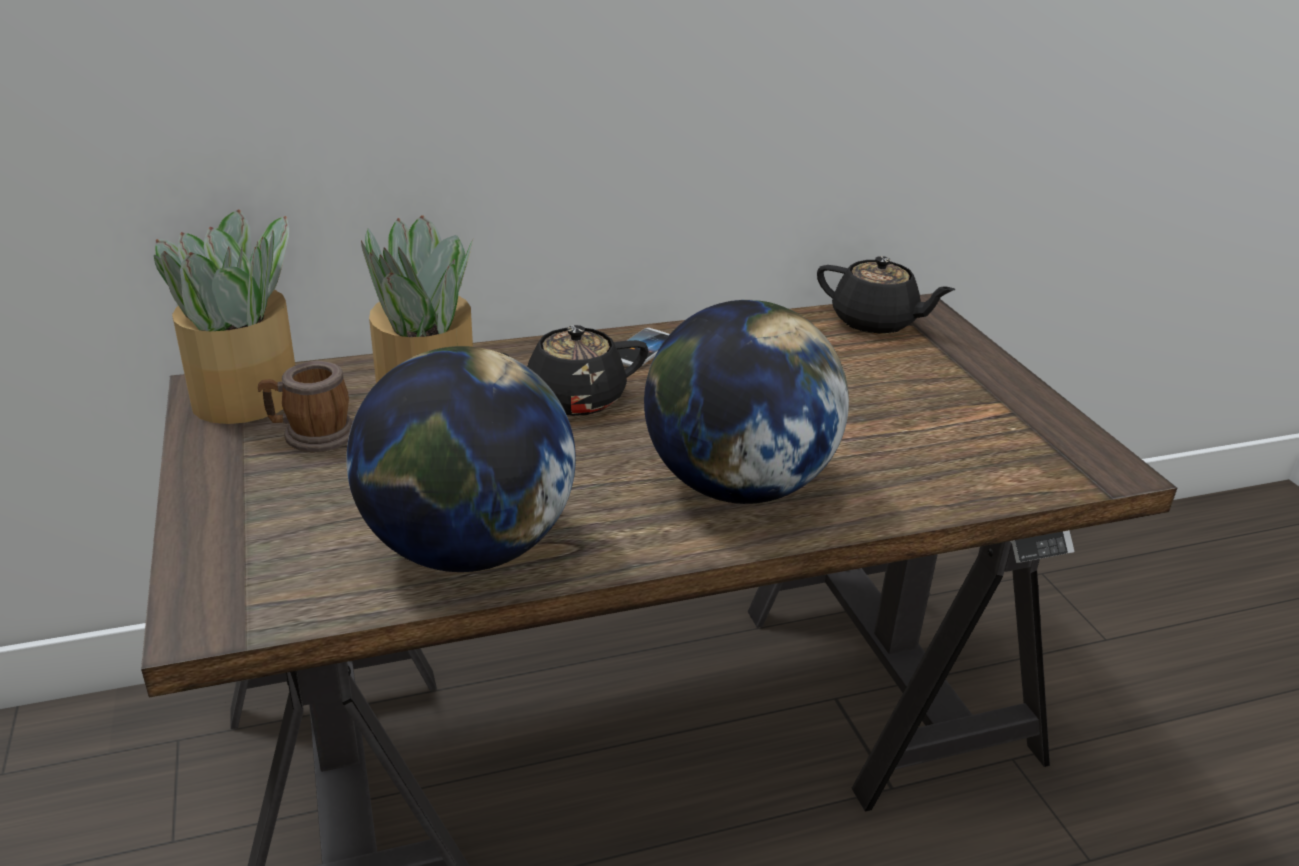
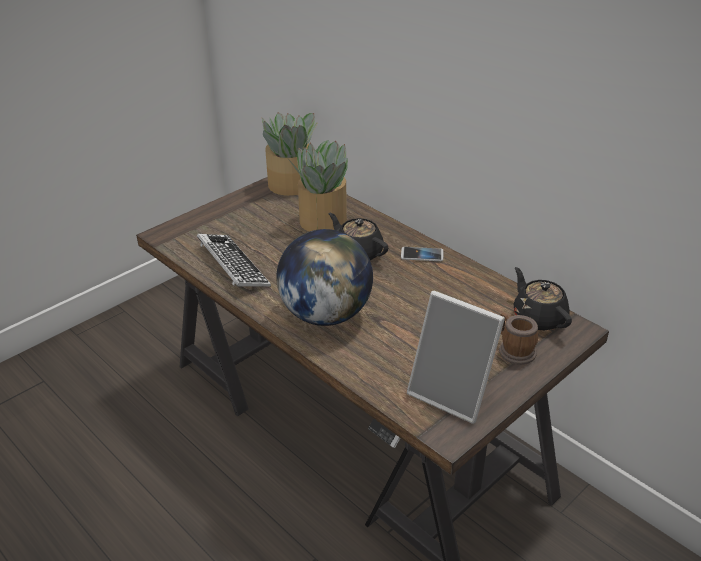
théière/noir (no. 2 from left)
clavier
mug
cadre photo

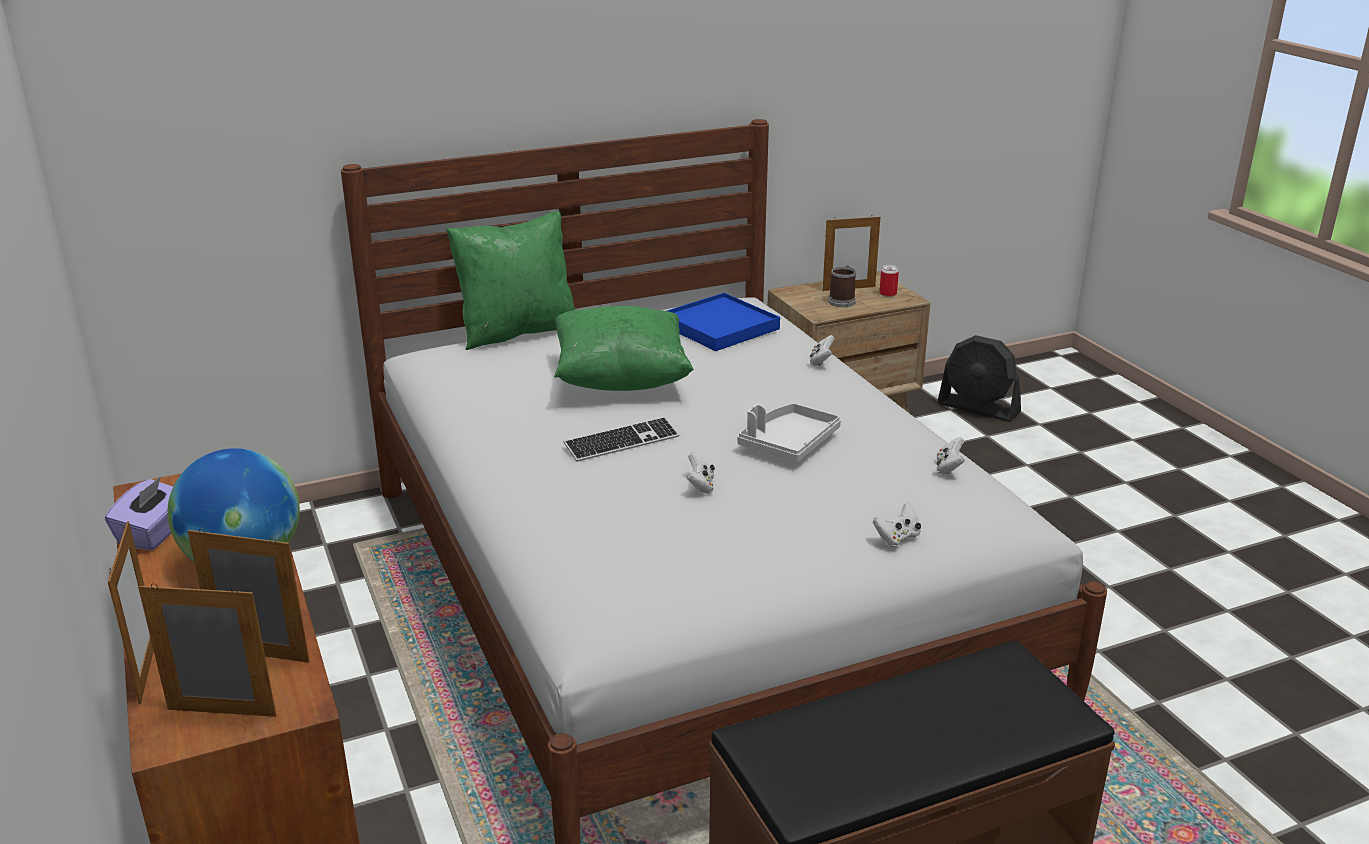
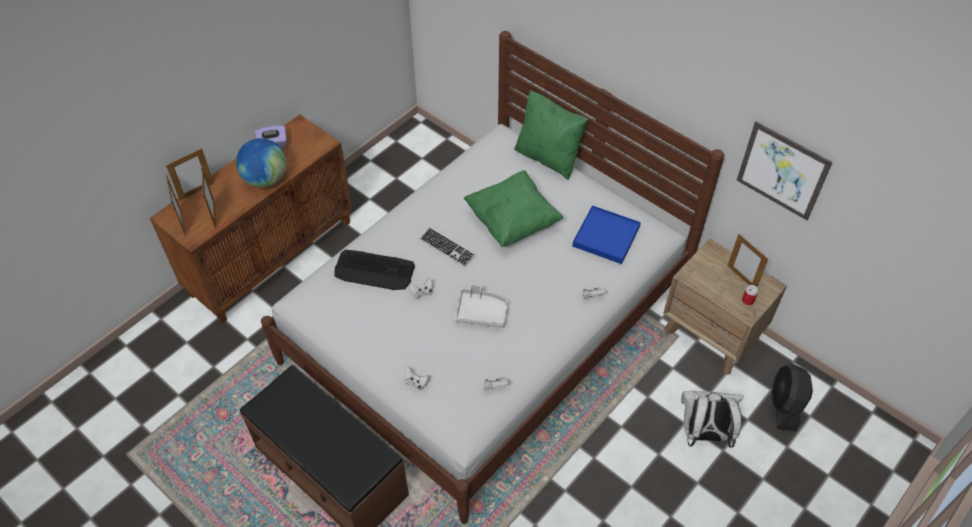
mug
tableau
clavier (no. 1 from left)
sac à dos/blanc

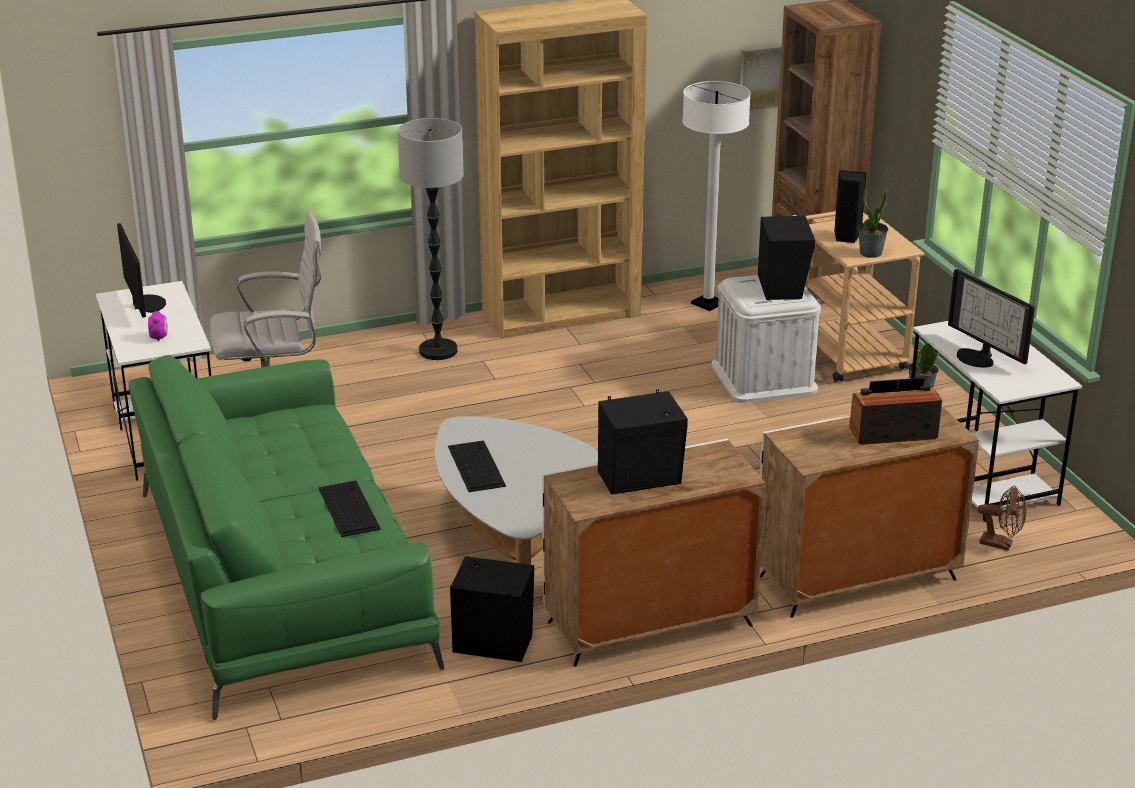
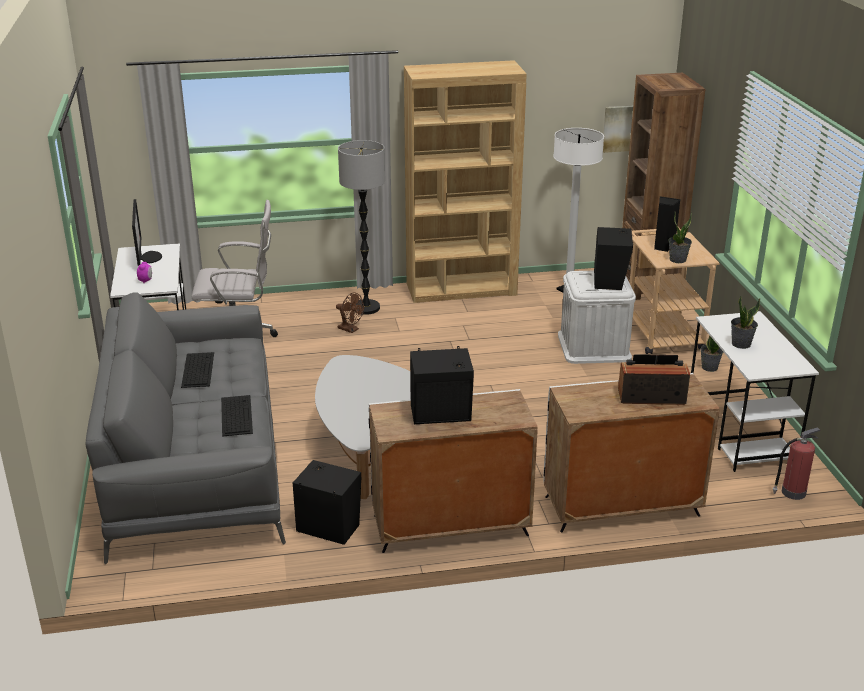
plante en pot (no. 3 from left)
canapé/gris
clavier (no. 1 from left)
ventilateur/marron
extincteur

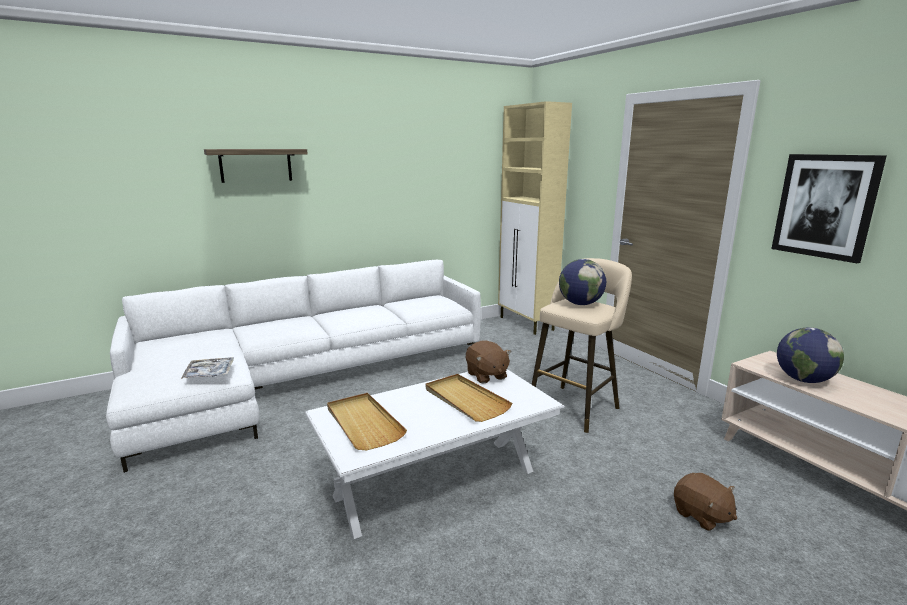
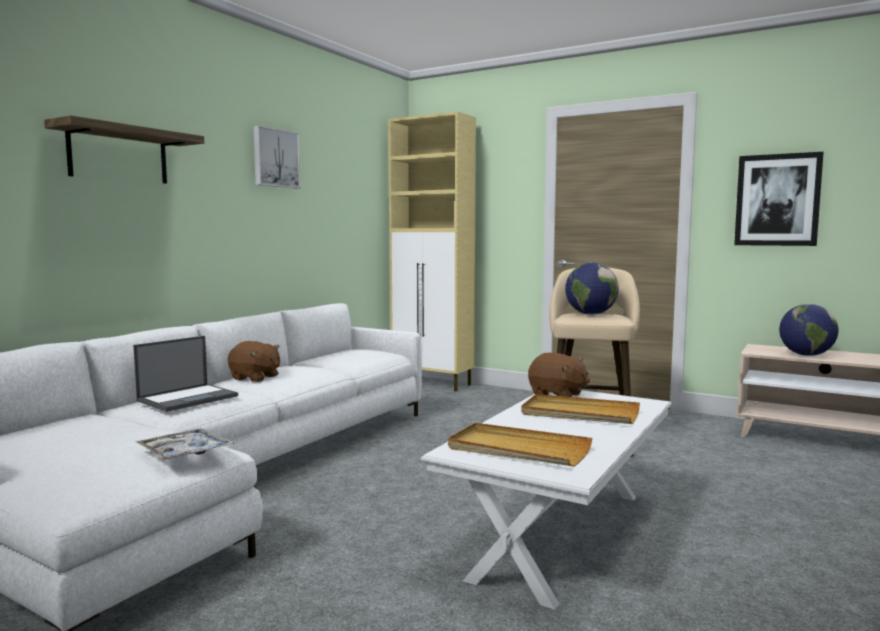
peluche/marron (no. 1 from left)
tableau (no. 1 from left)
ordinateur portable

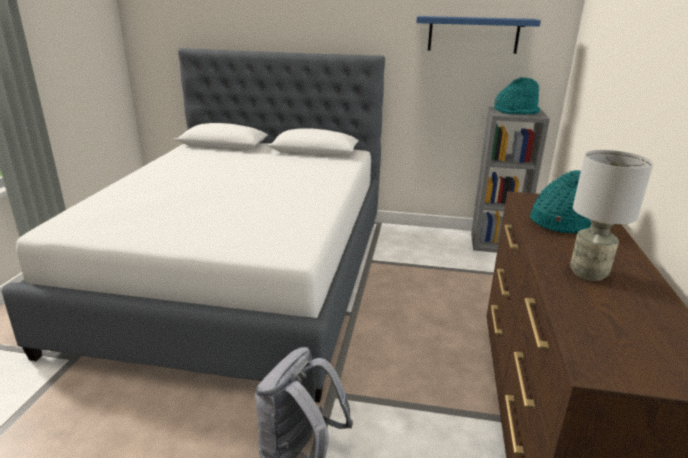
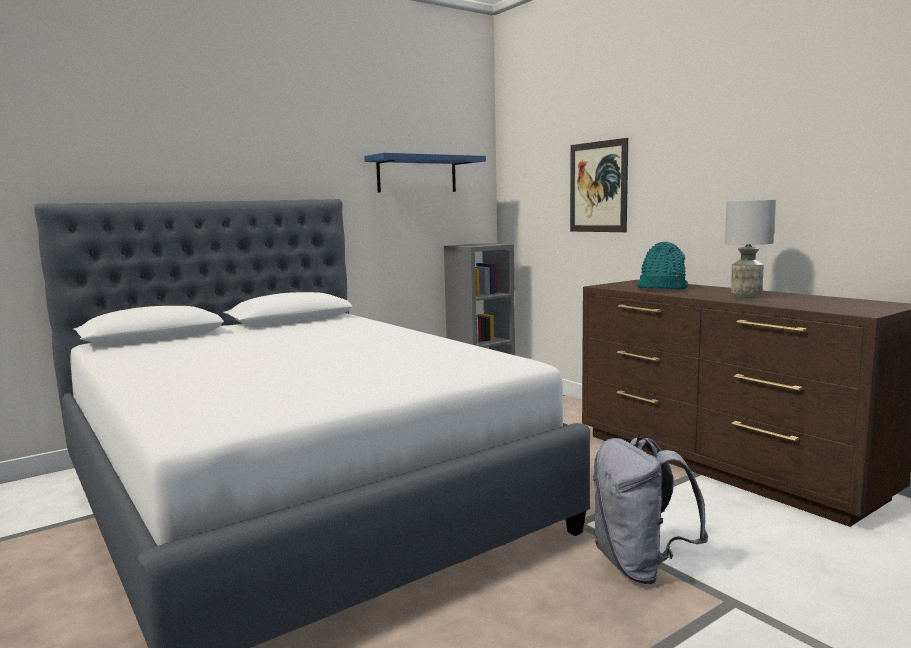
chapeau/turquoise (no. 1 from left in the first image)
tableau

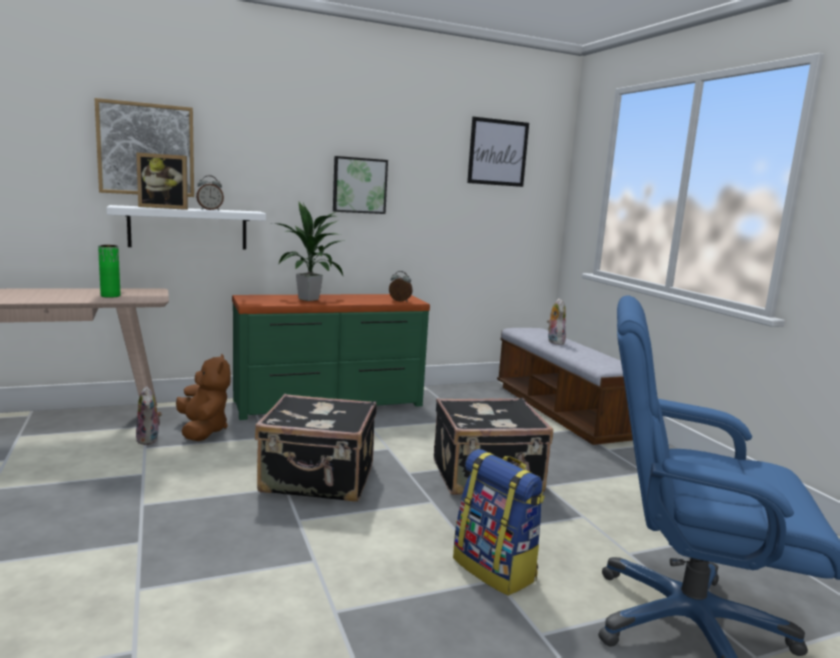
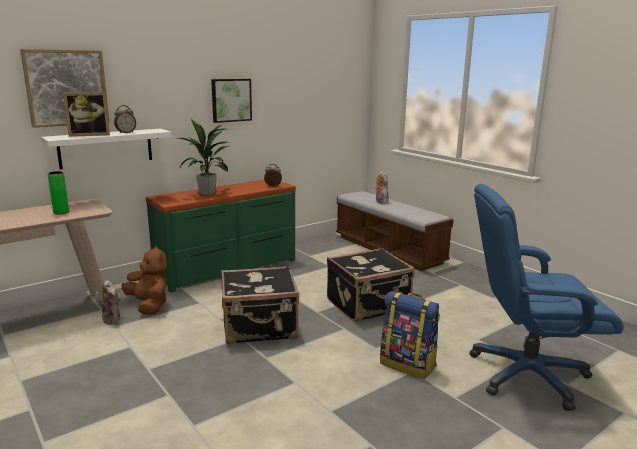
tableau (no. 3 from left in the first image)

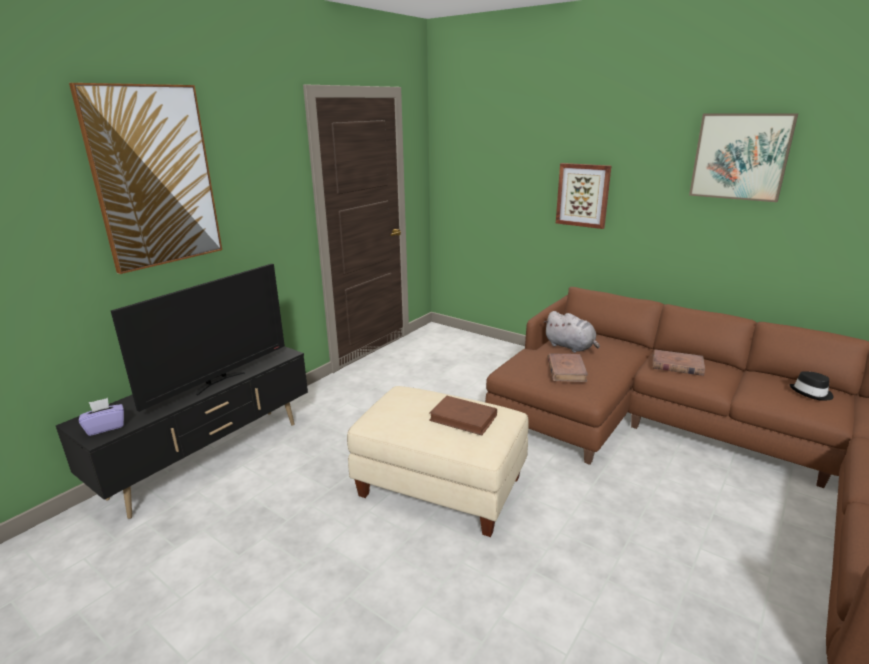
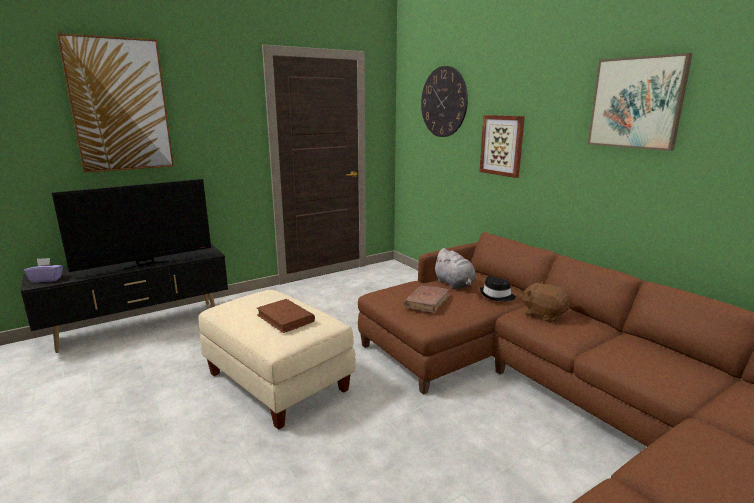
peluche/marron
chapeau/noir
horloge murale

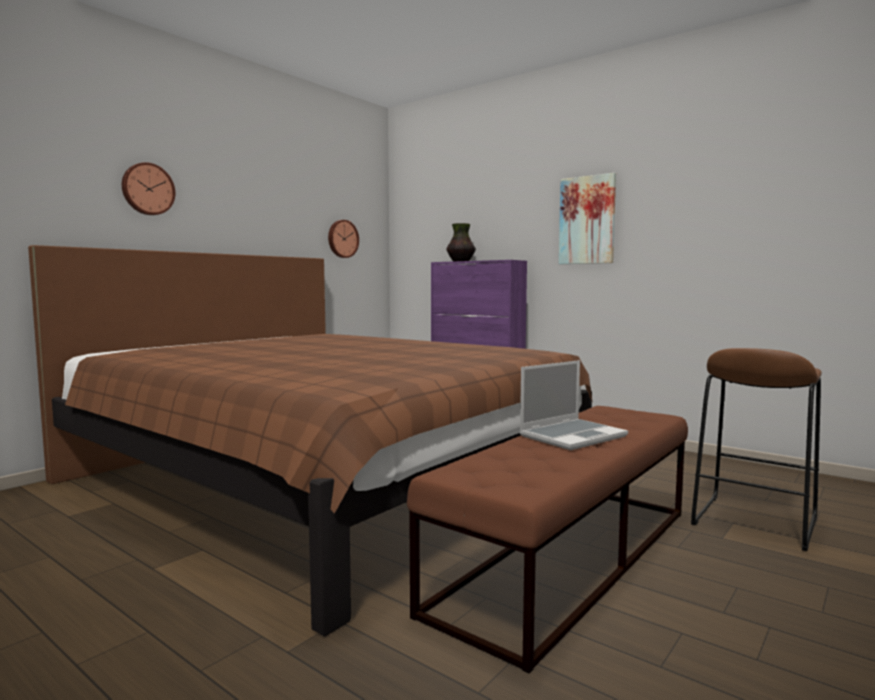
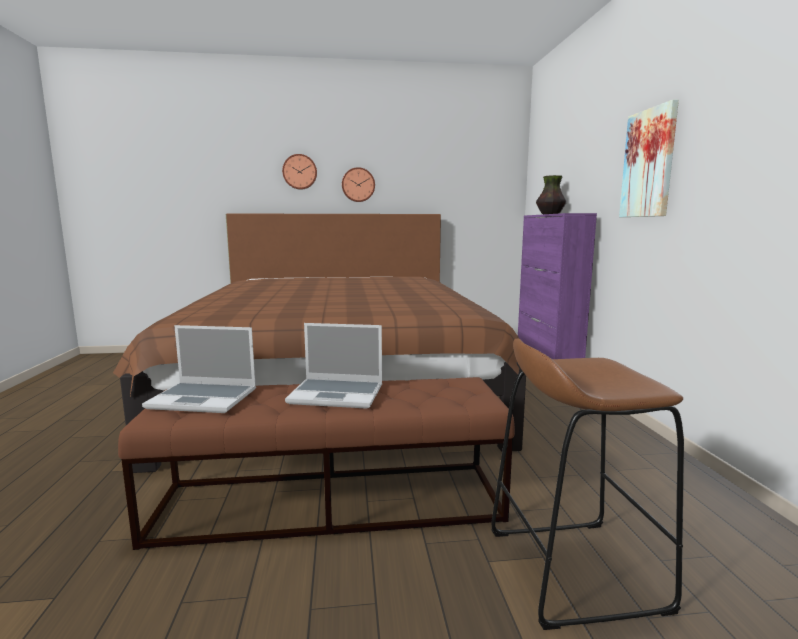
horloge murale (no. 2 from left)
ordinateur portable (no. 1 from left)

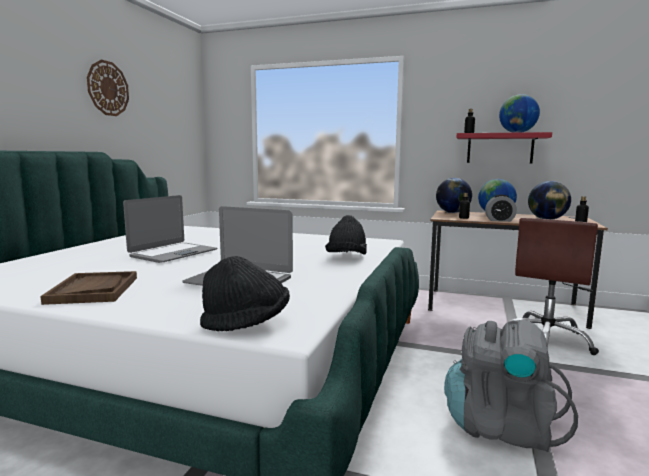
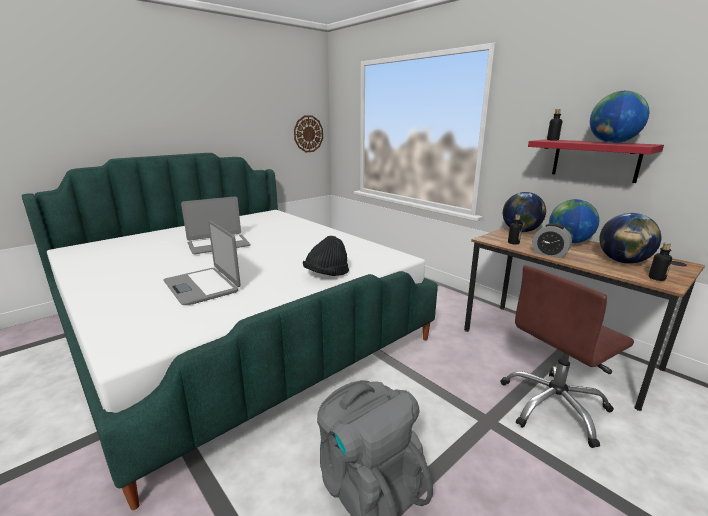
horloge murale
chapeau/noir (no. 1 from left in the first image)
plateau/marron

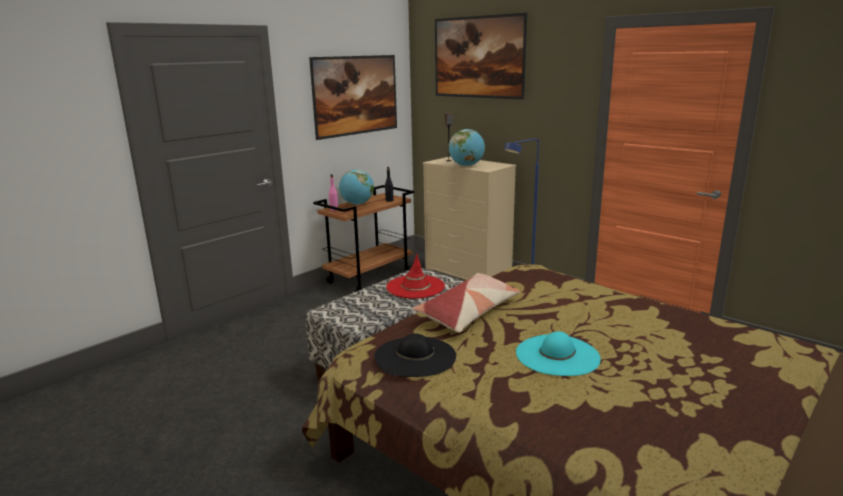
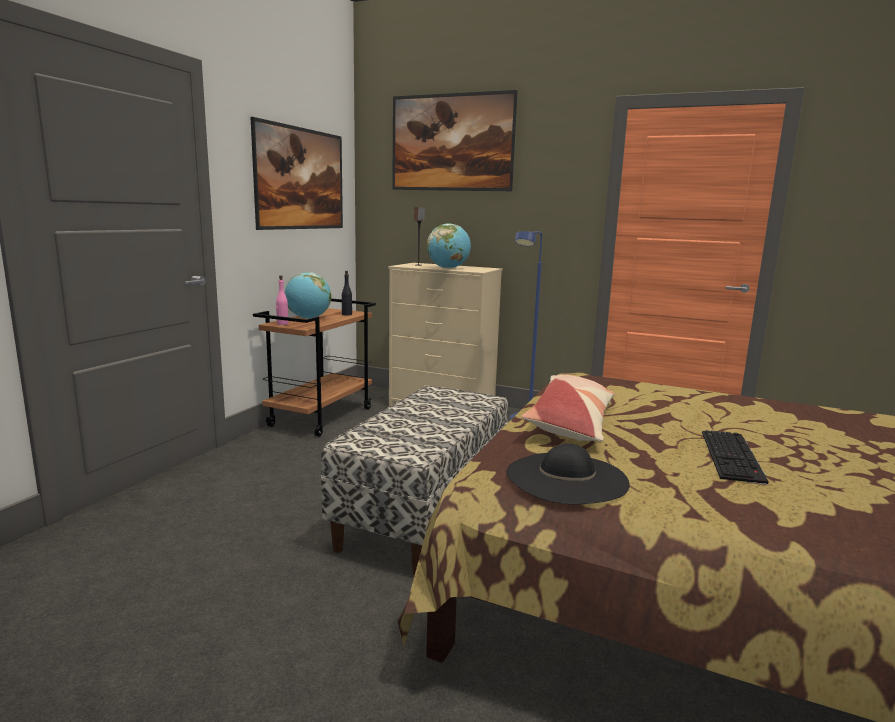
chapeau/rouge
clavier

